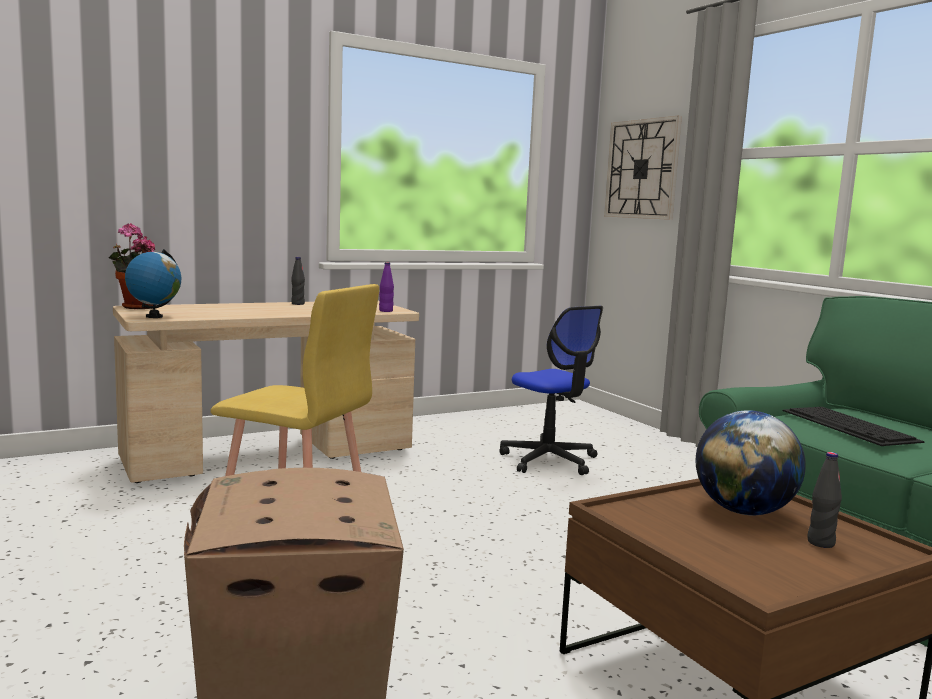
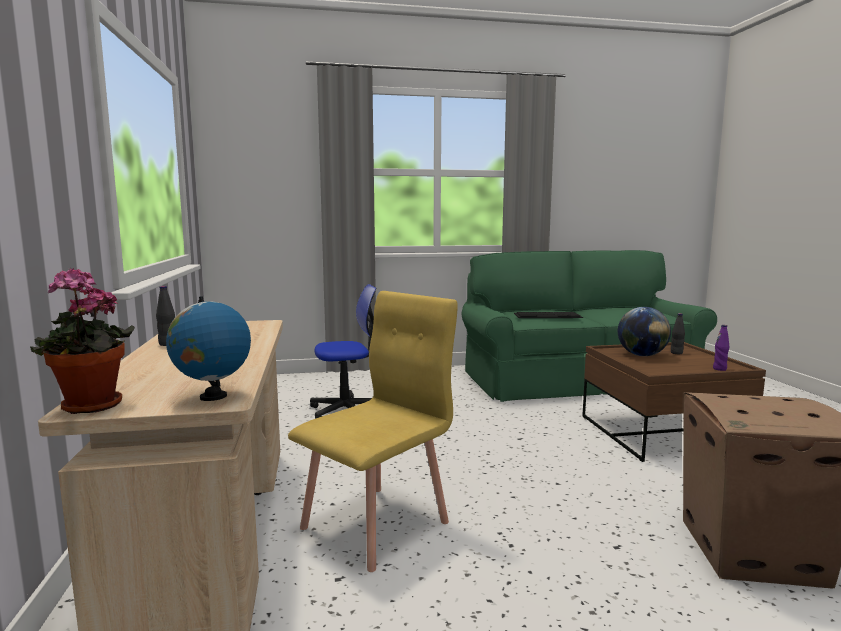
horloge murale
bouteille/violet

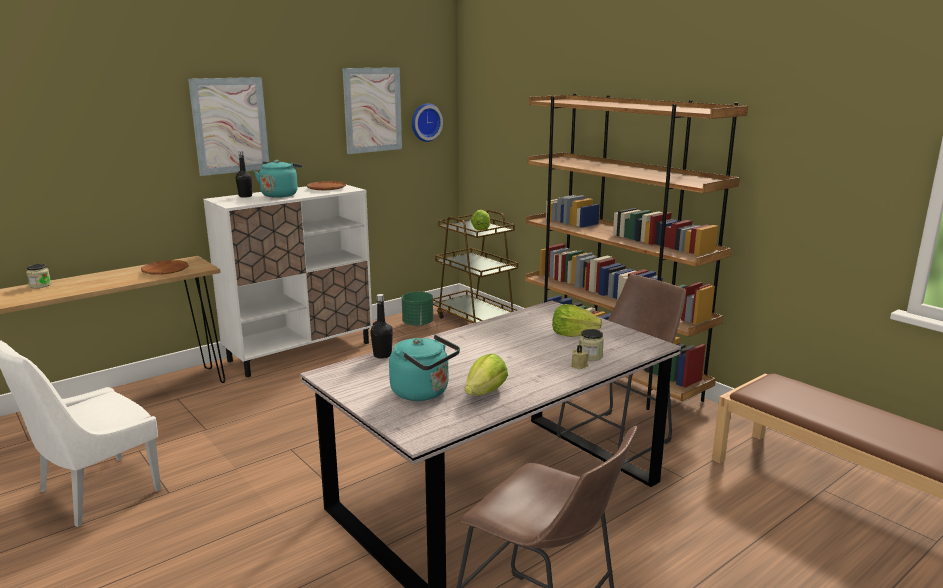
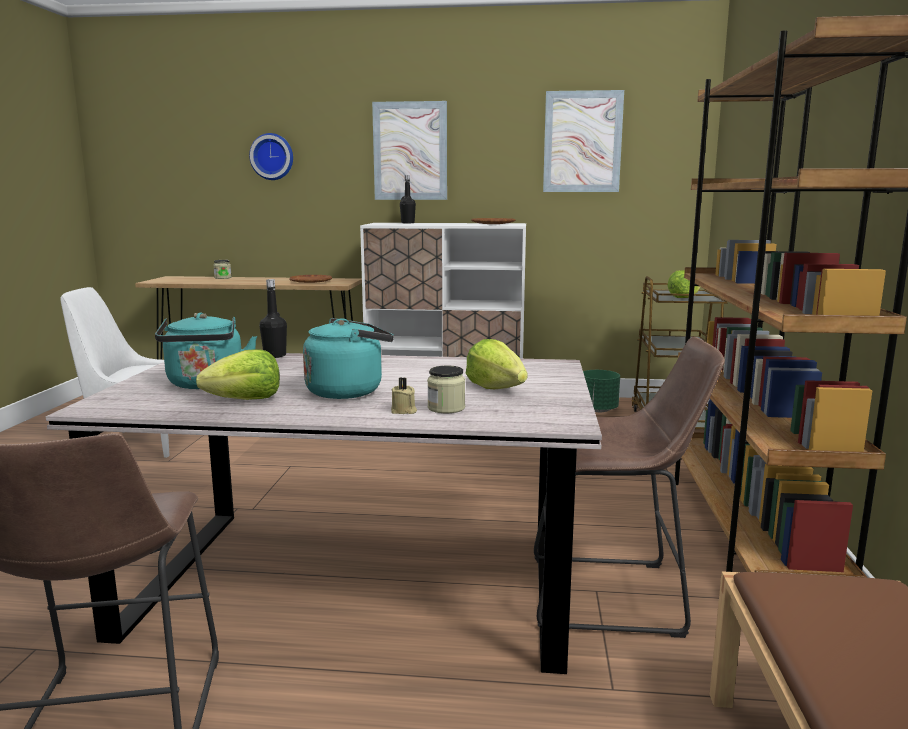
horloge murale
bouilloire/turquoise (no. 2 from left)

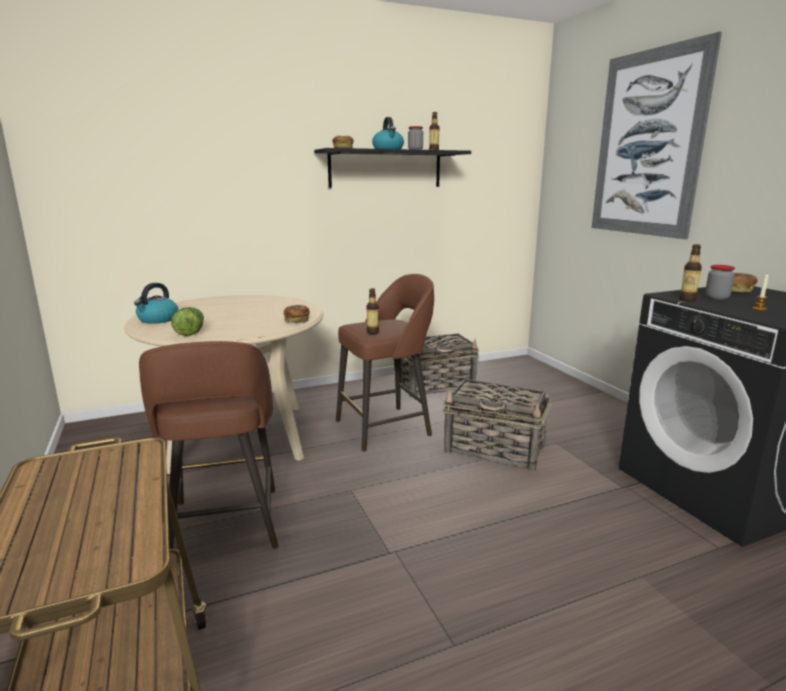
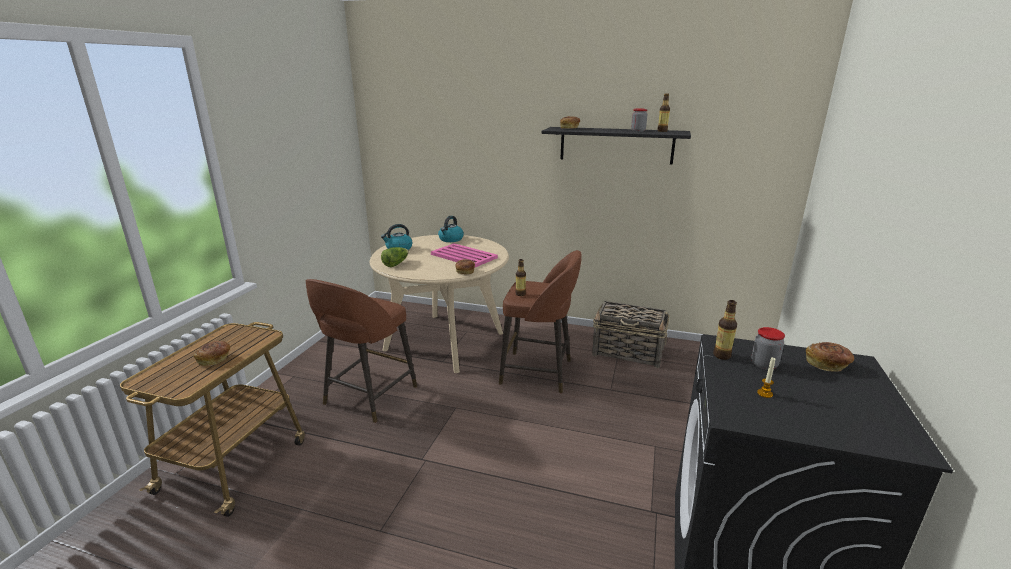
tableau
bouilloire (no. 2 from left)
panier (no. 2 from left in the first image)
plateau/rose
pain (no. 1 from left)

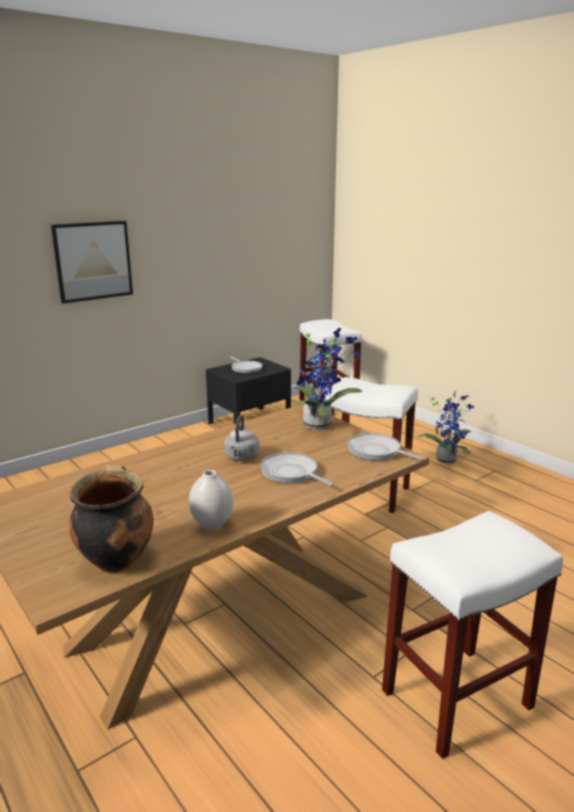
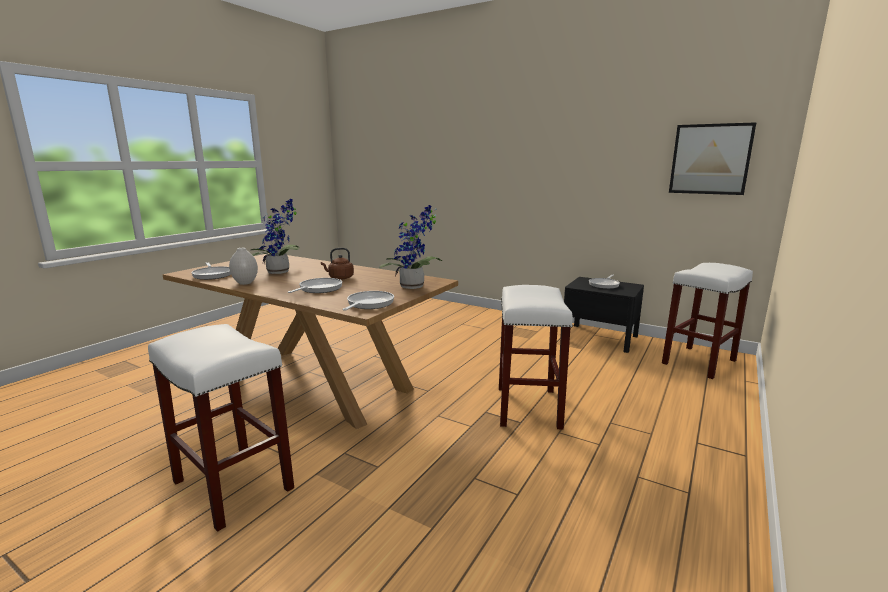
tableau
plante en pot (no. 1 from left)
bouilloire/marron
poêle (no. 1 from left)

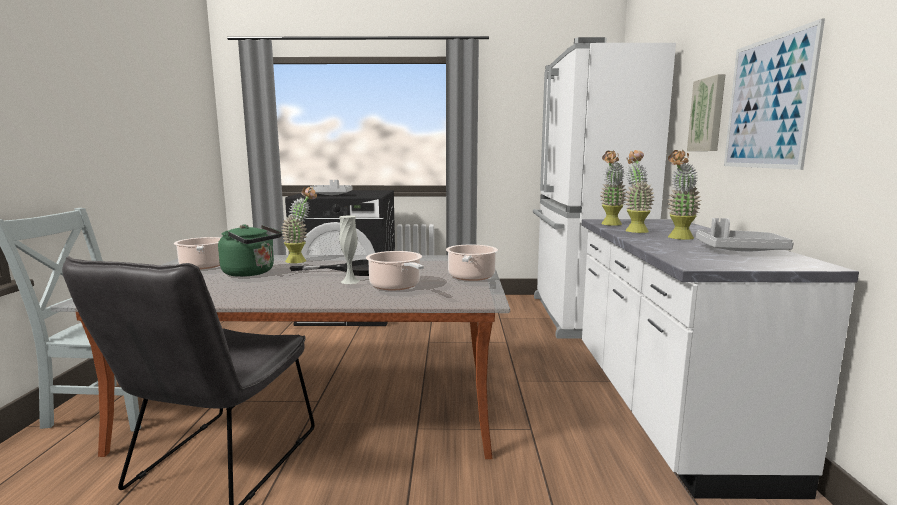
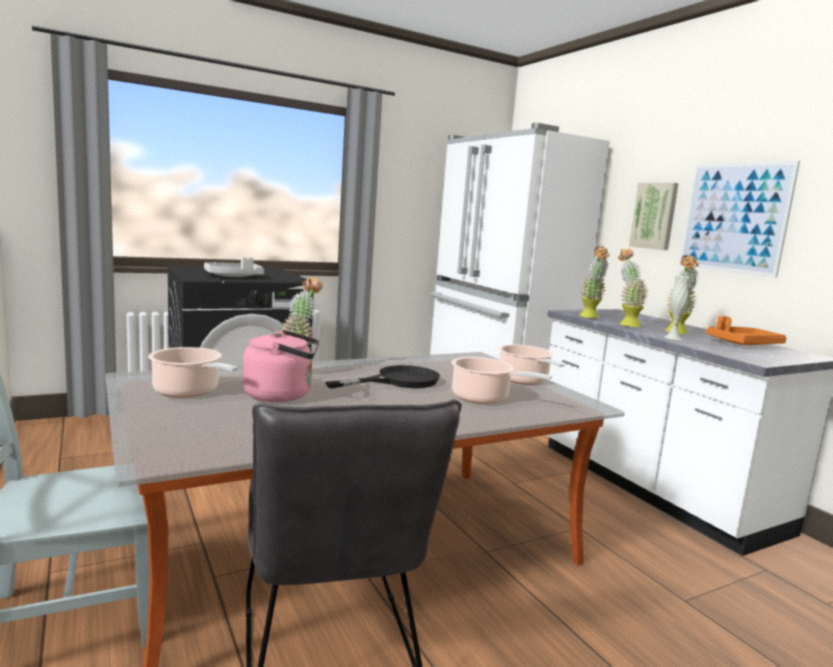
vase/blanc
plateau/orange
bouilloire/rose

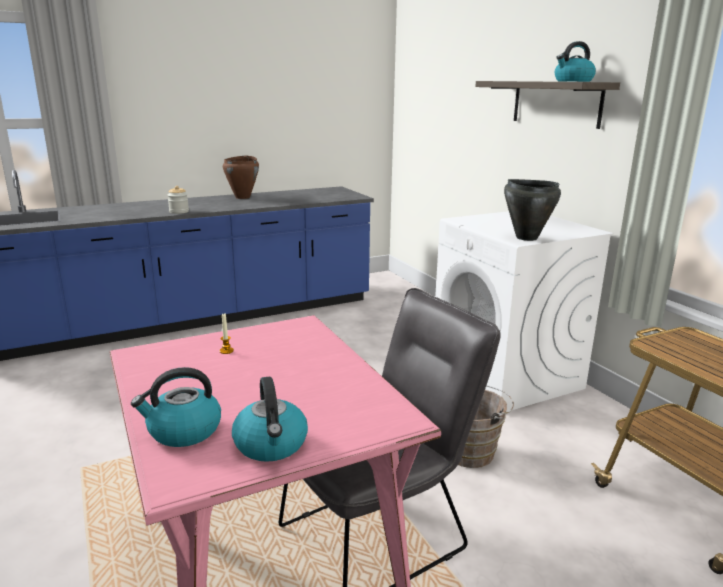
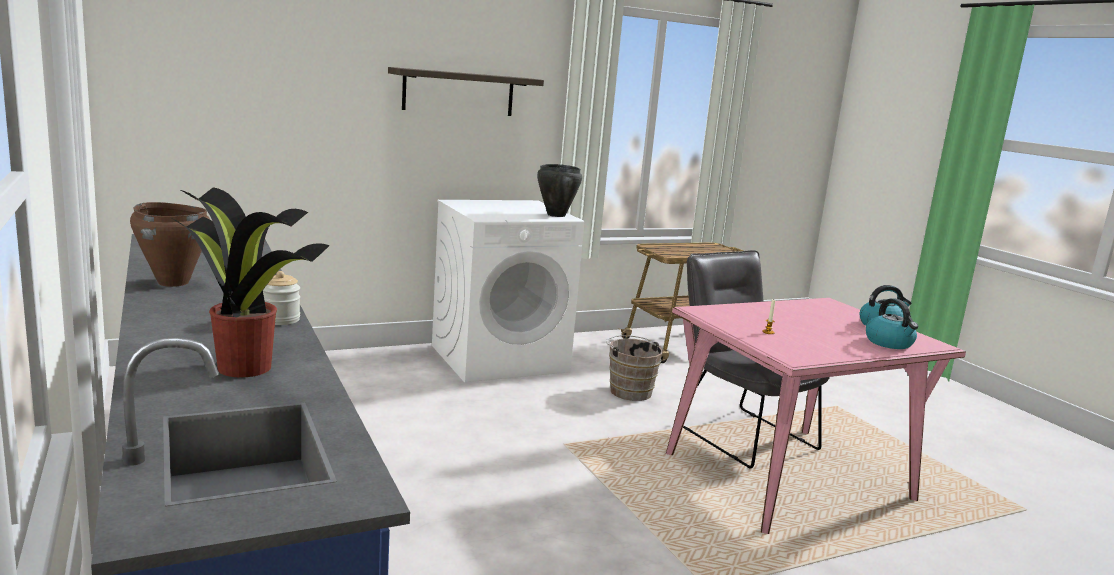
bouilloire (no. 3 from left in the first image)
plante en pot

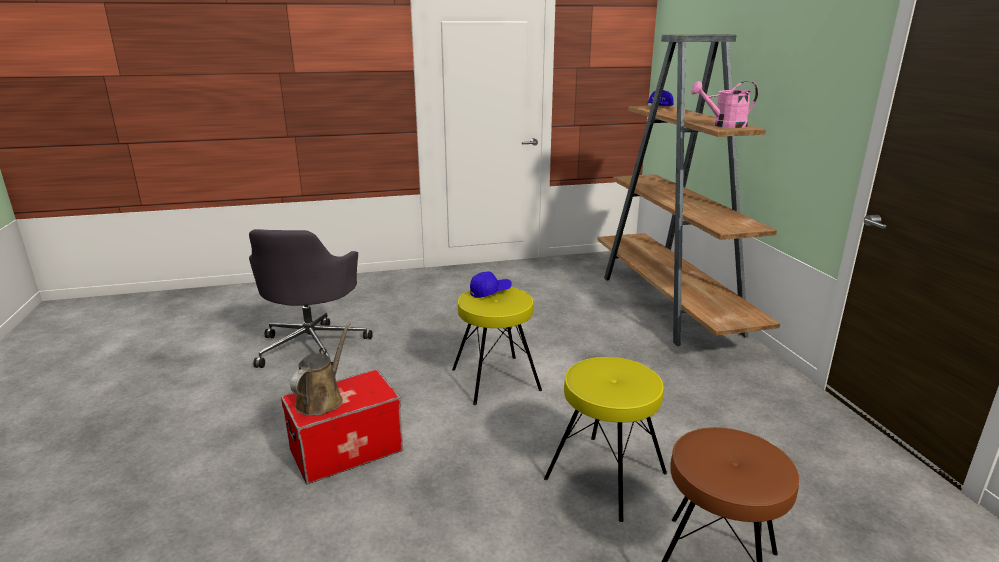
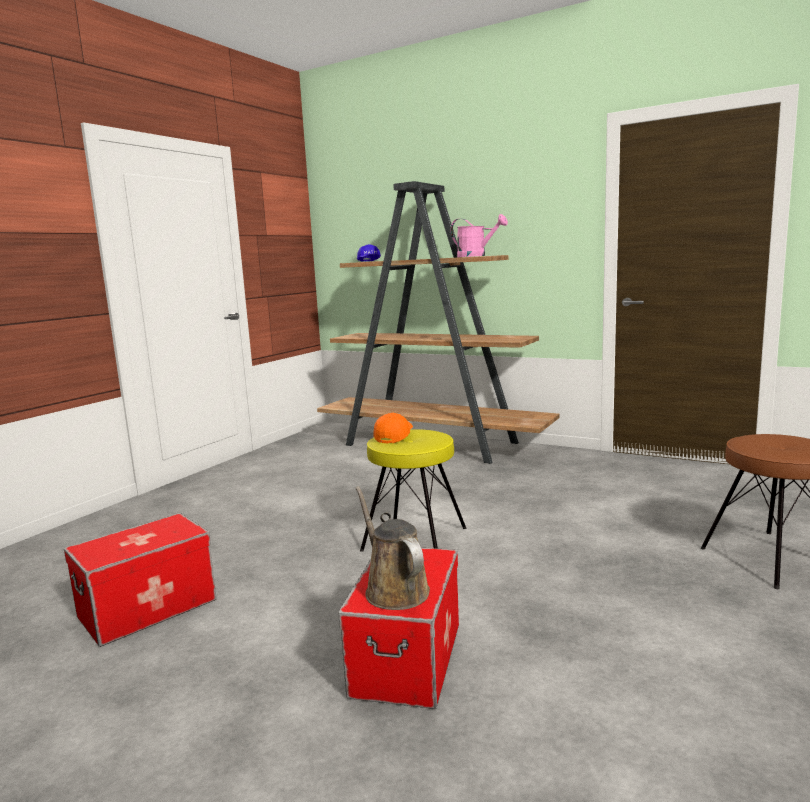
arrosoir/rose
boîte de rangement (no. 1 from left)
casquette/orange
tabouret/jaune (no. 2 from left in the first image)

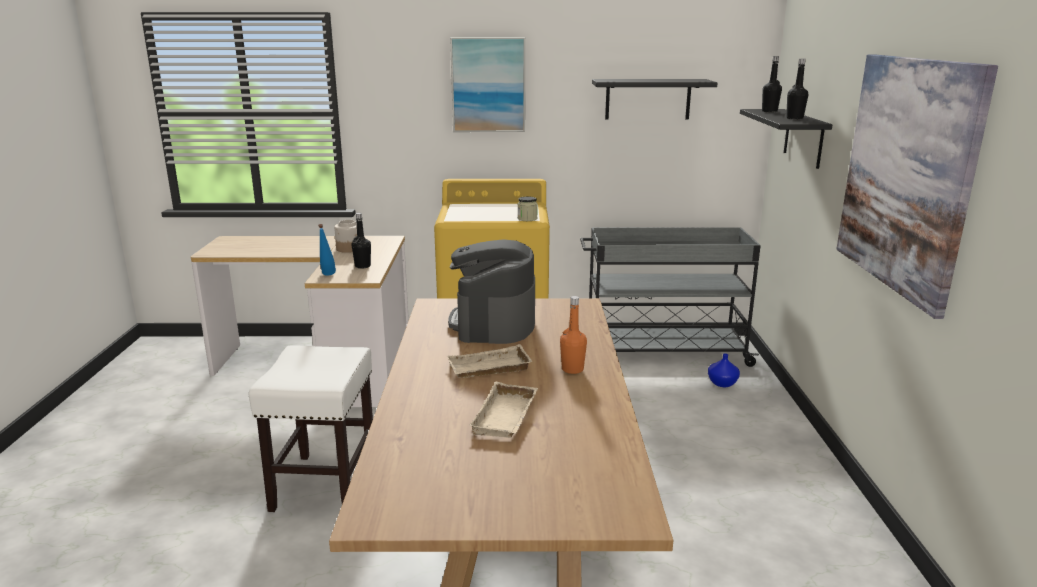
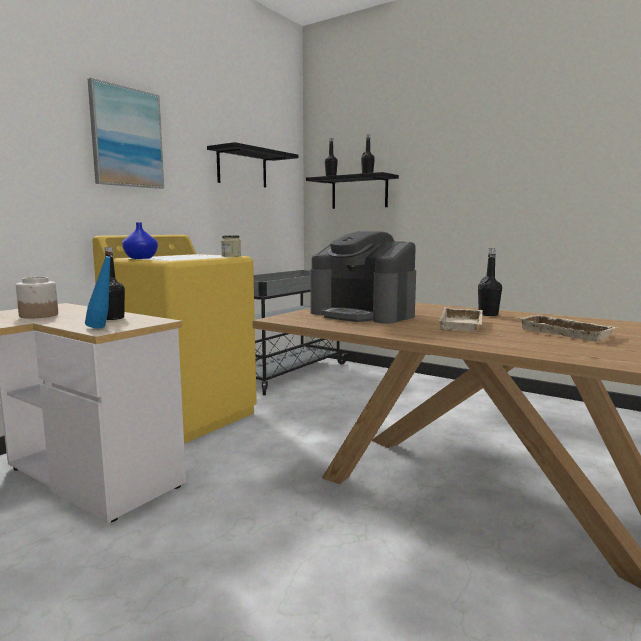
tableau (no. 2 from left in the first image)
bouteille/noir (no. 4 from left)
tabouret/blanc
vase/bleu

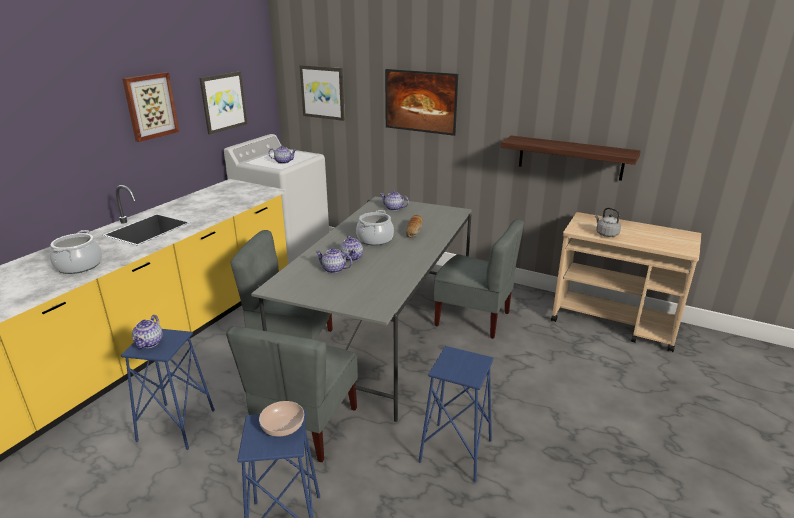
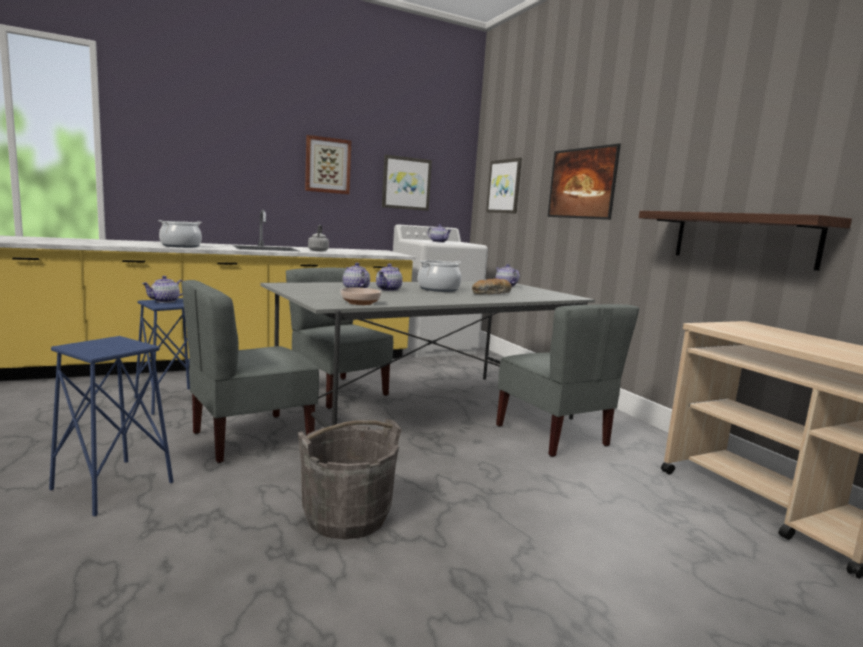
bouilloire/gris
seau/gris
bol

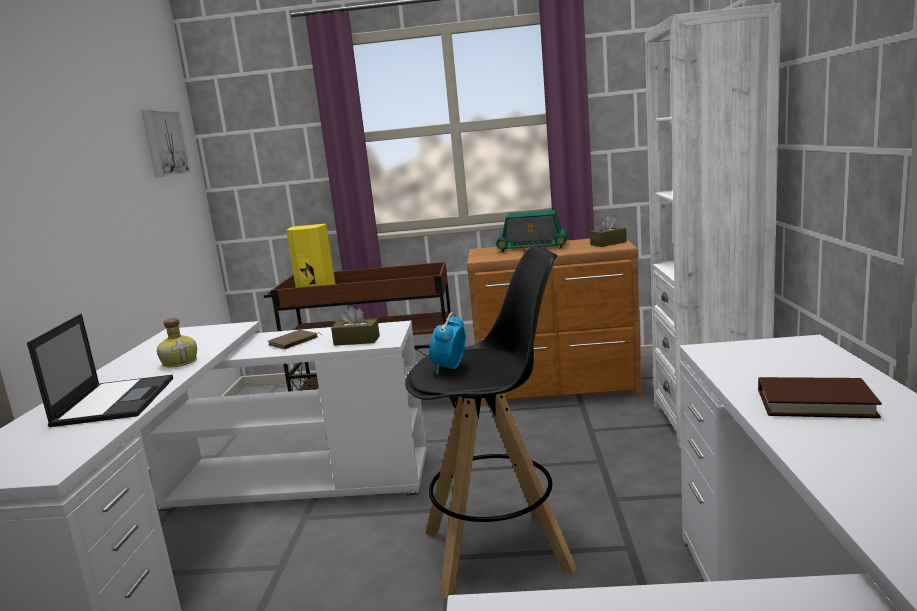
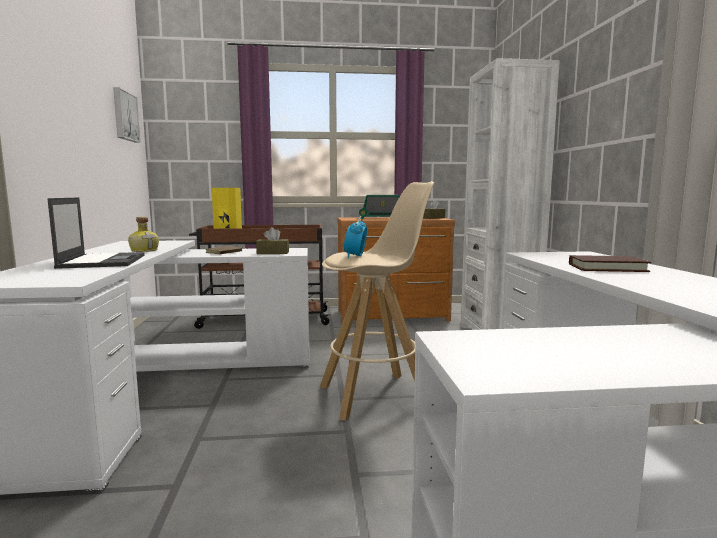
tabouret/beige

